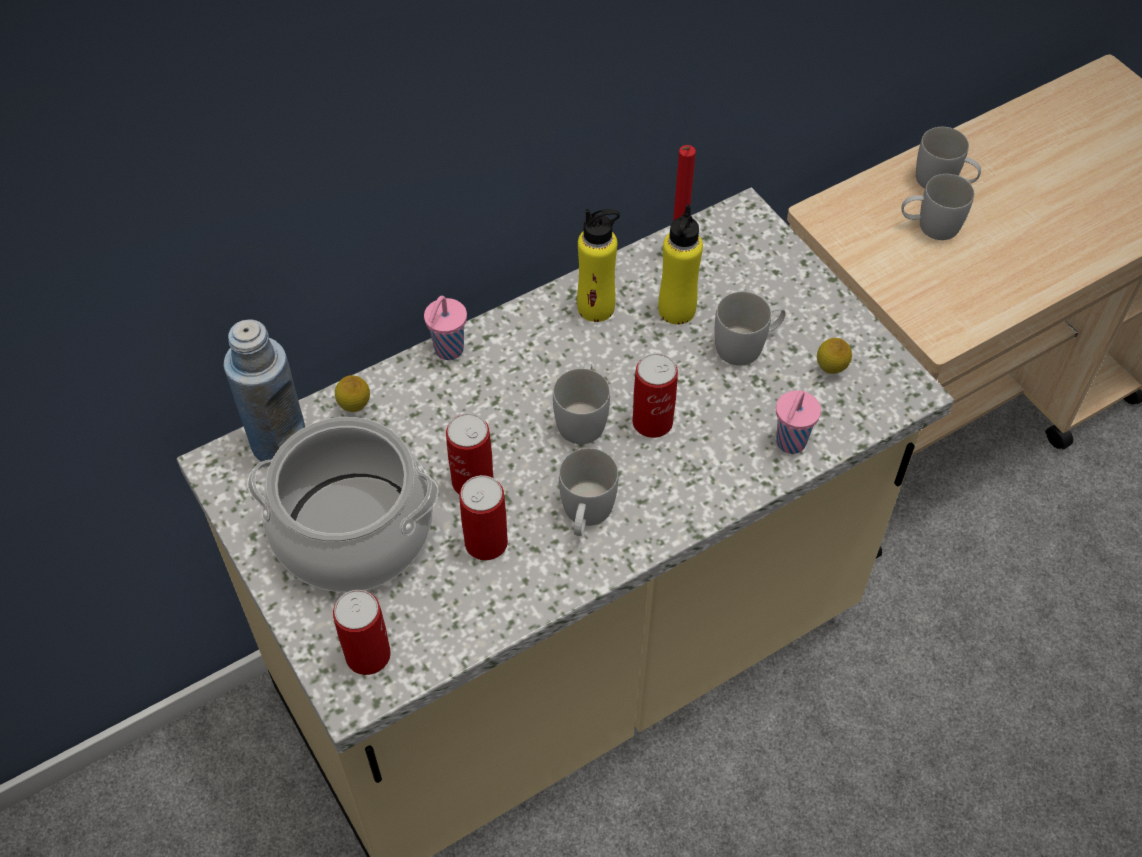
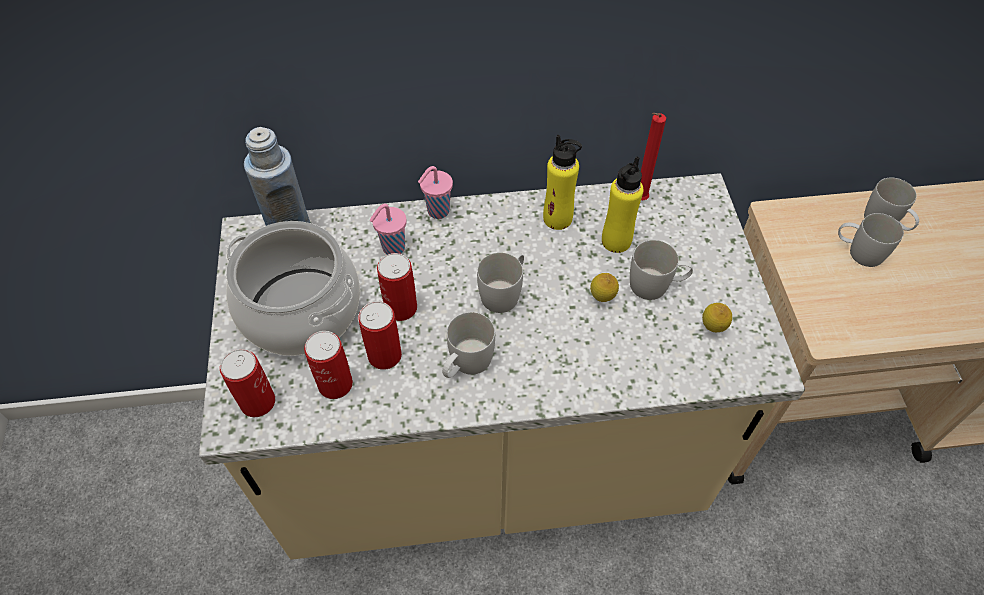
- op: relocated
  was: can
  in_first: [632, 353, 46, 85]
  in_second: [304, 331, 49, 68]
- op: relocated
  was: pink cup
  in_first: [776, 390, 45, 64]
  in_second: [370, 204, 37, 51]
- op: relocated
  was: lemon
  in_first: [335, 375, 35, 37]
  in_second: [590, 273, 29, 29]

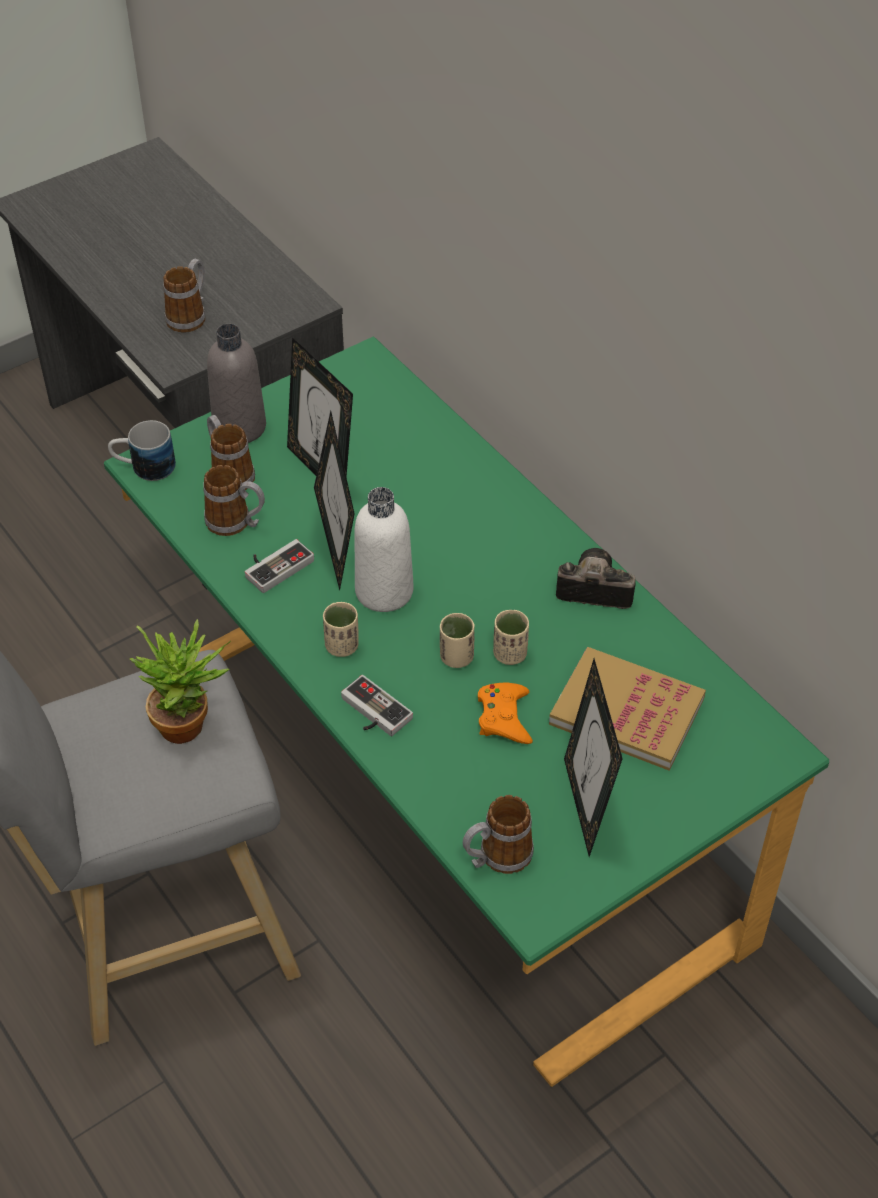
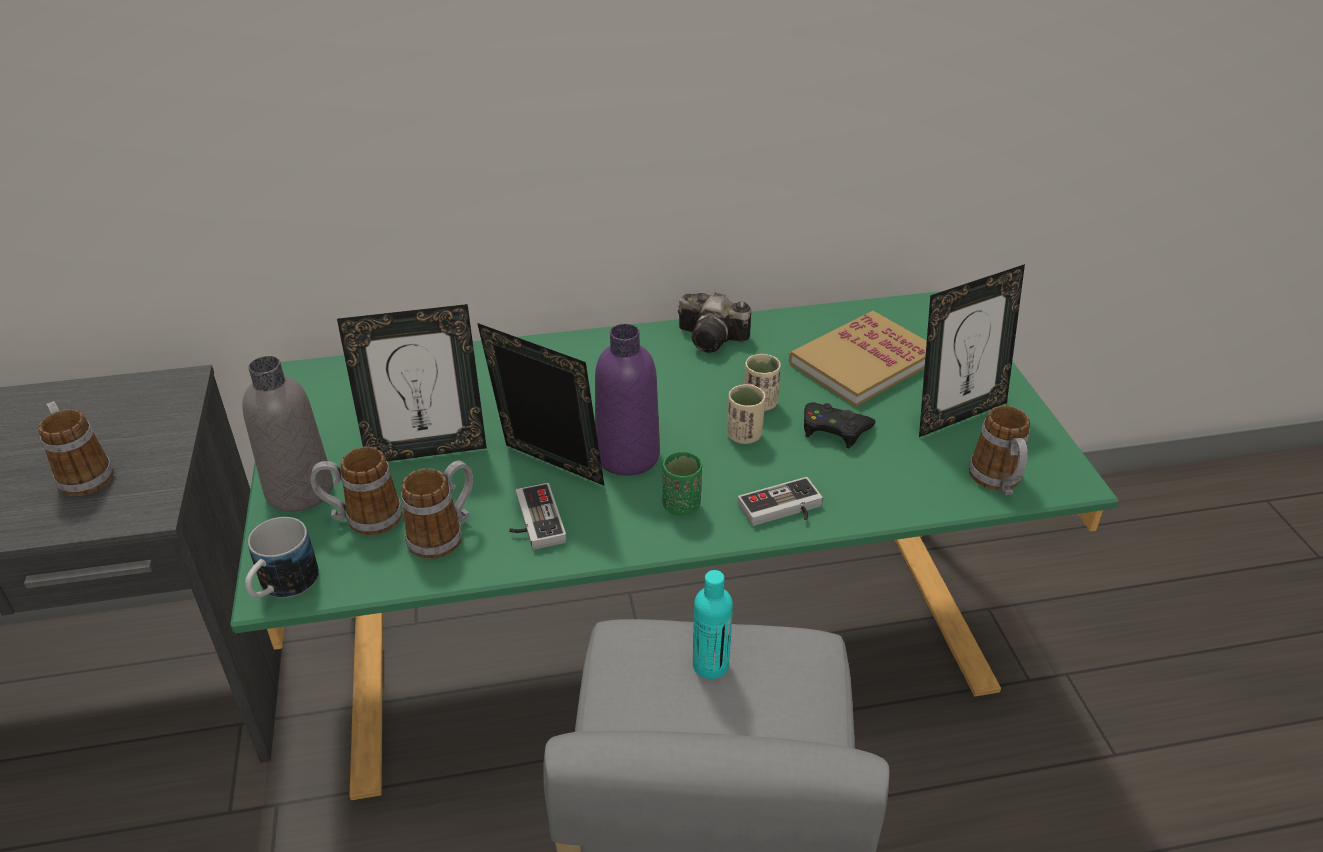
- op: colour
  was: white bottle
  now: purple bottle
  in_first: [355, 487, 58, 125]
  in_second: [595, 324, 65, 152]
- op: colour
  was: beige cup
  now: green cup
  in_first: [323, 602, 36, 55]
  in_second: [662, 451, 40, 65]
- op: spun
  was: photo camera
  in_first: [556, 548, 80, 61]
  in_second: [678, 292, 73, 61]
  clockwise: -105
- op: exchanged
  was: potted plant
  now: turquoise bottle
  in_first: [130, 619, 101, 125]
  in_second: [693, 570, 40, 109]
- op: colour
  was: orange game controller
  now: black game controller
  in_first: [478, 683, 55, 61]
  in_second: [804, 402, 72, 46]
- op: spun
  was: picture frame
  in_first: [564, 659, 59, 198]
  in_second: [919, 264, 106, 173]
  clockwise: -45

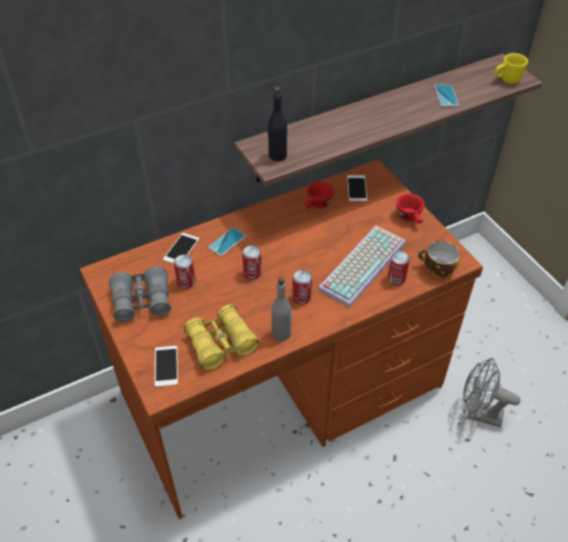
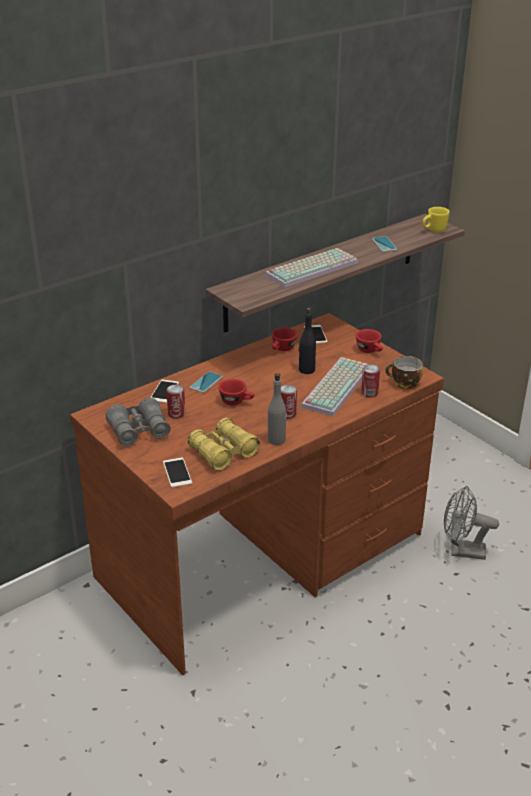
- op: exchanged
  was: can
  now: red cup
  in_first: [242, 245, 20, 35]
  in_second: [218, 379, 36, 26]
- op: appeared
  now: keyboard
  in_second: [265, 248, 93, 40]
- op: relocated
  was: black bottle
  in_first: [267, 87, 20, 74]
  in_second: [299, 308, 17, 66]

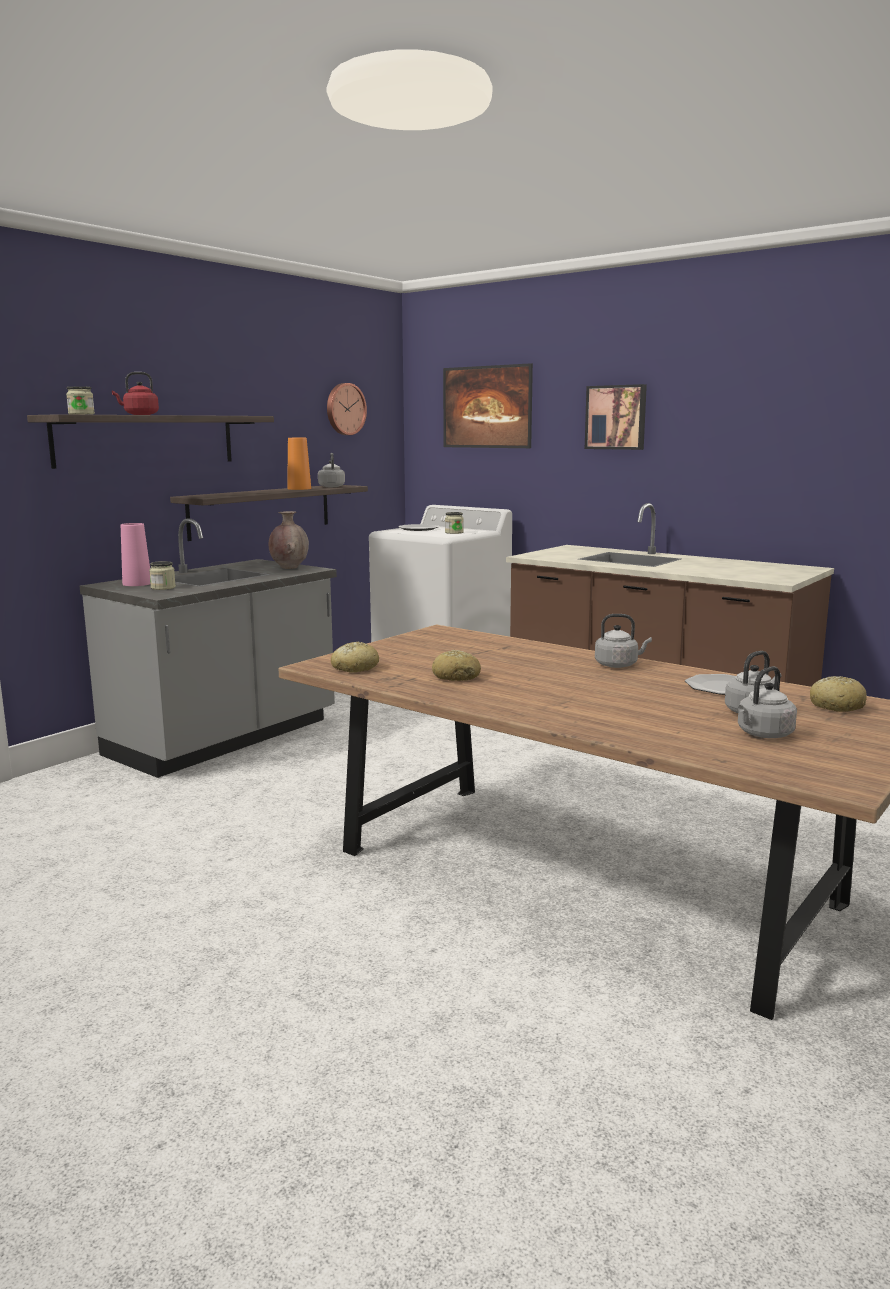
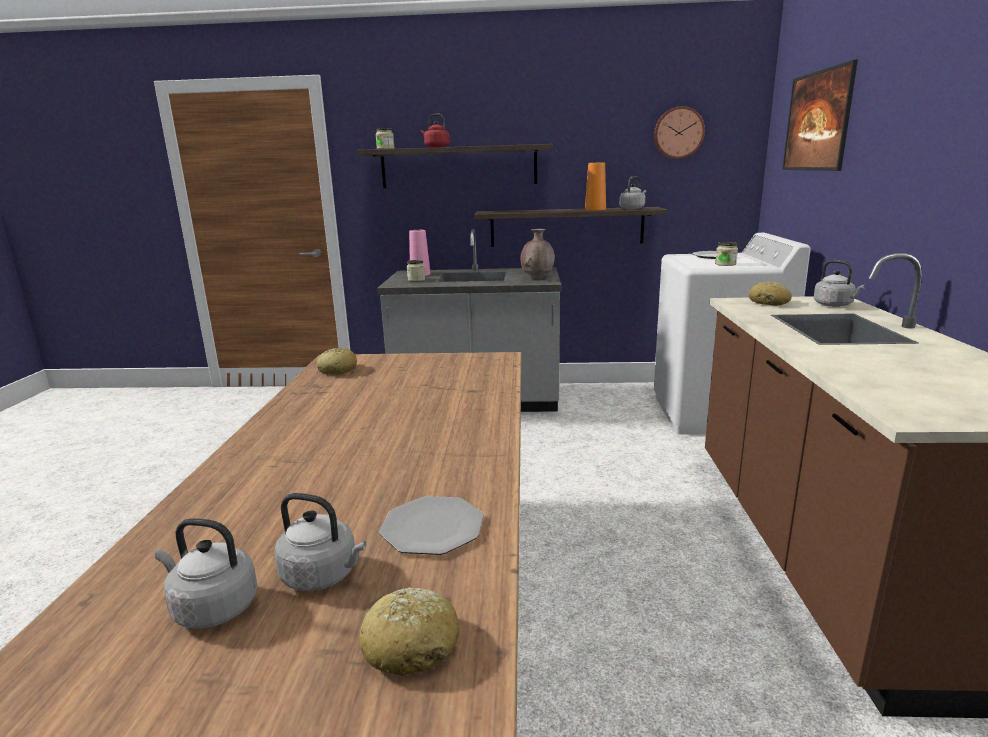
- op: relocated
  was: bread
  in_first: [432, 650, 49, 31]
  in_second: [749, 281, 43, 25]
- op: relocated
  was: grey kettle
  in_first: [595, 614, 57, 54]
  in_second: [813, 260, 52, 47]
- op: missing
  was: picture
  in_first: [585, 384, 62, 66]

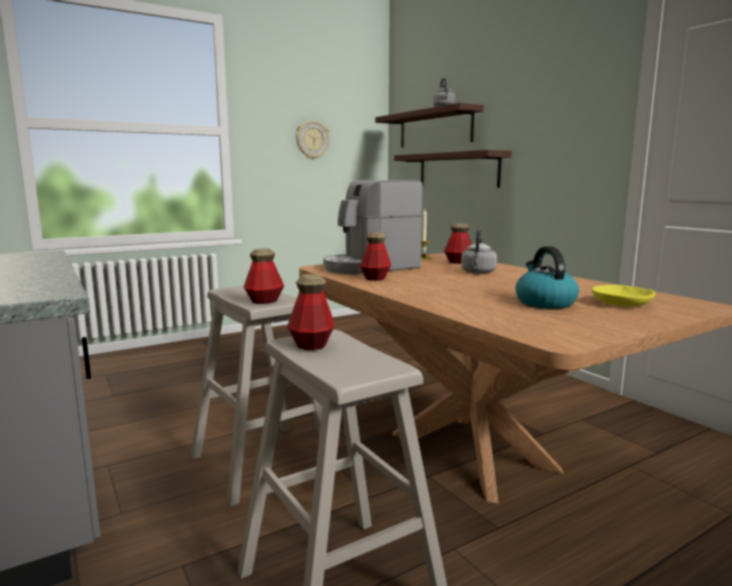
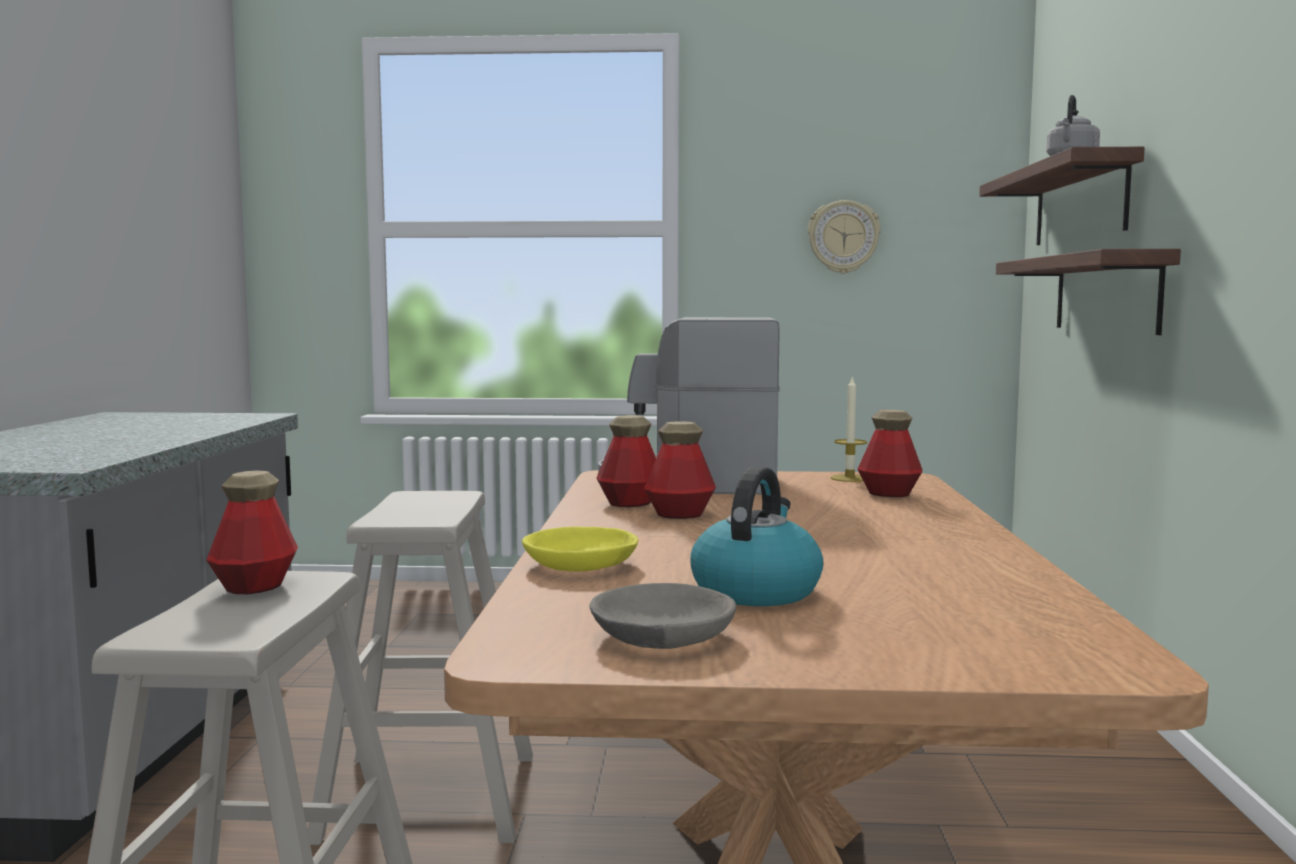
- op: relocated
  was: yellow bowl
  in_first: [592, 285, 64, 22]
  in_second: [522, 527, 116, 44]
- op: appeared
  now: grey bowl
  in_second: [589, 583, 147, 66]
- op: relocated
  was: bottle
  in_first: [244, 248, 40, 56]
  in_second: [644, 421, 72, 98]
- op: missing
  was: grey kettle
  in_first: [461, 229, 36, 45]

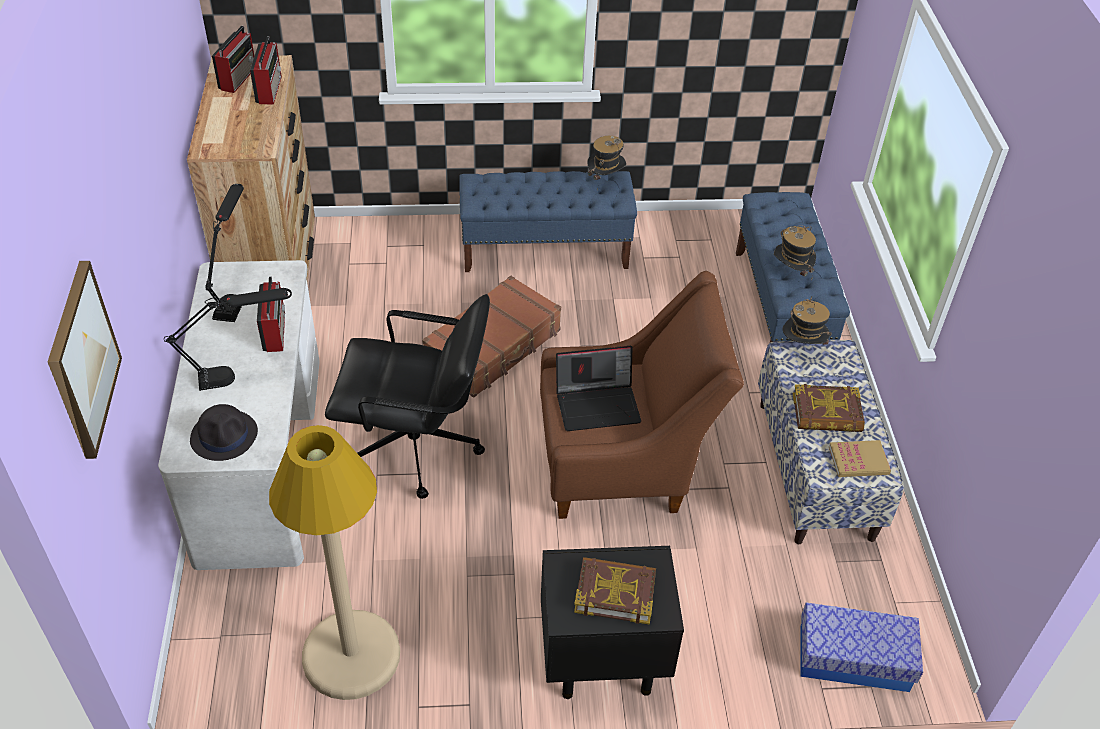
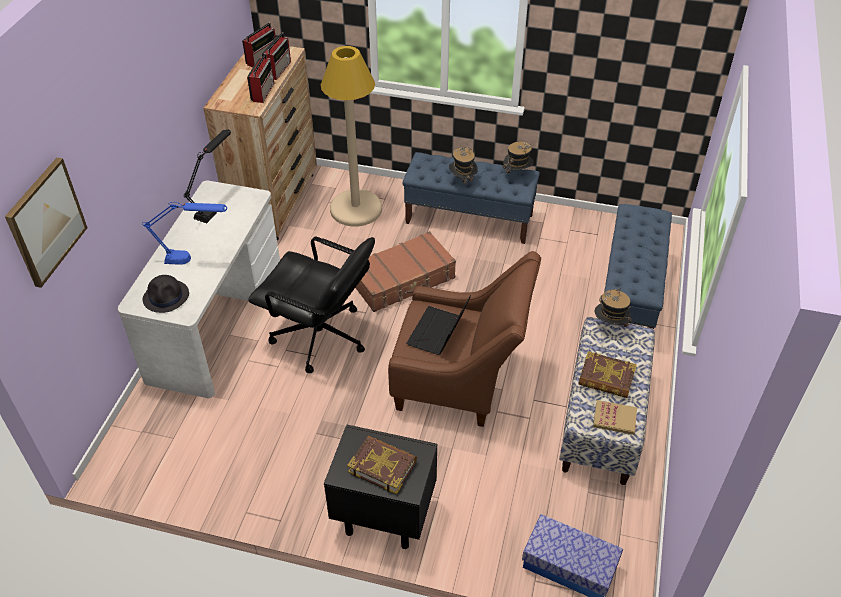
- op: colour
  was: black table lamp
  now: blue table lamp
  in_first: [164, 288, 128, 103]
  in_second: [142, 202, 85, 63]
- op: relocated
  was: radio
  in_first: [257, 276, 28, 76]
  in_second: [247, 53, 27, 50]
- op: relocated
  was: beige floor lamp
  in_first: [269, 425, 131, 275]
  in_second: [321, 46, 61, 181]
- op: spun
  was: laptop
  in_first: [556, 346, 85, 85]
  in_second: [406, 295, 65, 60]
  clockwise: 105
- op: relocated
  was: hat
  in_first: [774, 225, 42, 55]
  in_second: [449, 147, 29, 37]

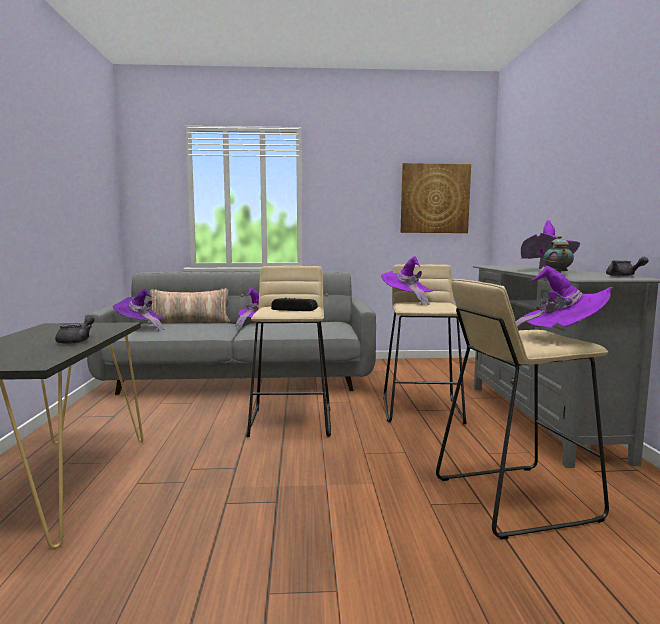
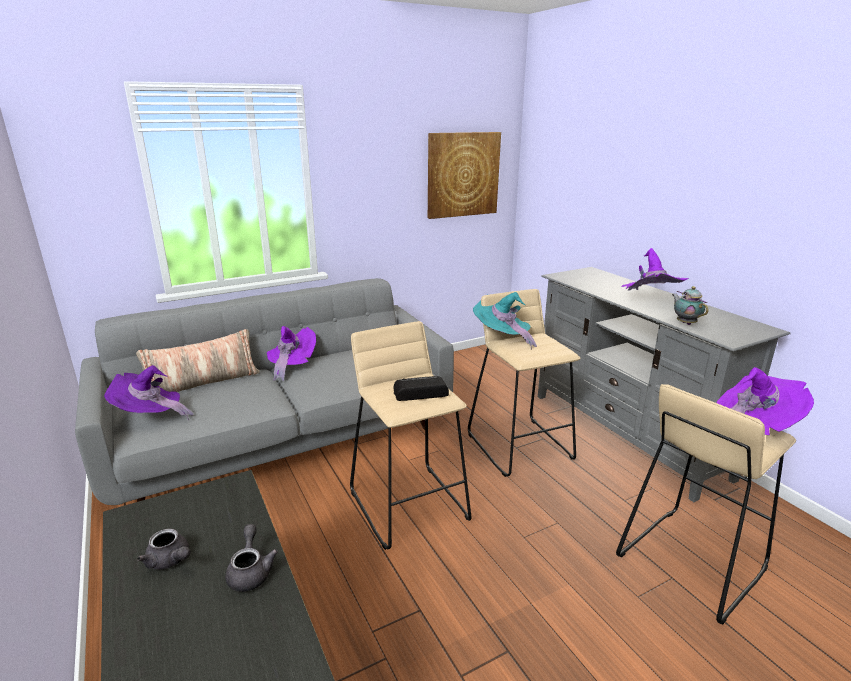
- op: relocated
  was: grey teapot
  in_first: [606, 257, 43, 20]
  in_second: [137, 529, 53, 41]
- op: colour
  was: purple hat
  now: turquoise hat
  in_first: [381, 256, 52, 49]
  in_second: [473, 292, 64, 58]

